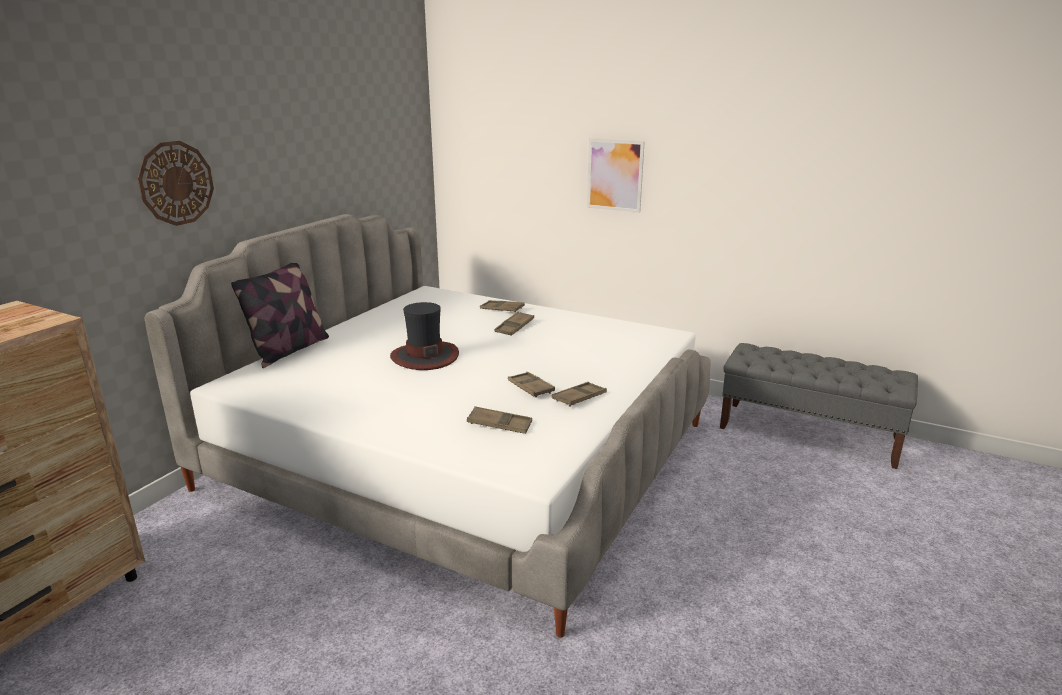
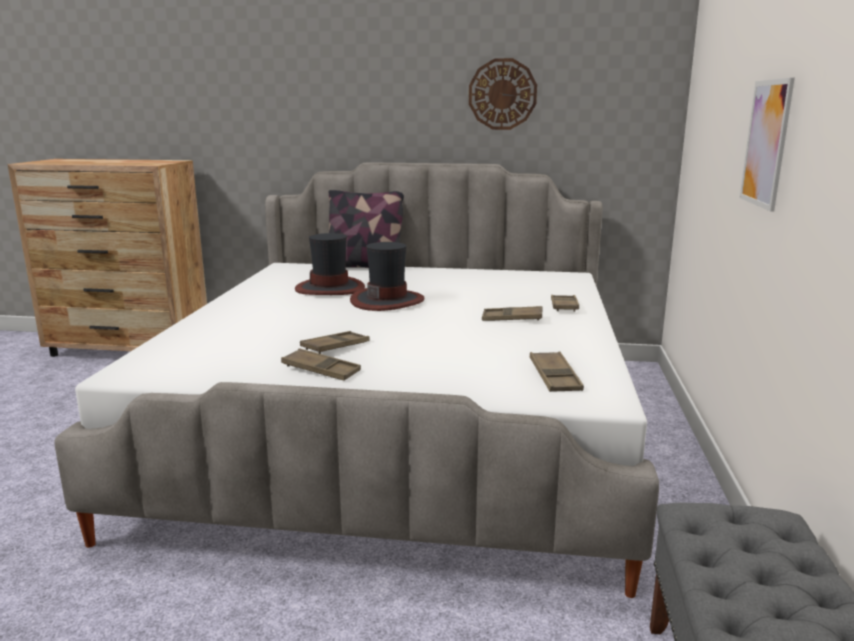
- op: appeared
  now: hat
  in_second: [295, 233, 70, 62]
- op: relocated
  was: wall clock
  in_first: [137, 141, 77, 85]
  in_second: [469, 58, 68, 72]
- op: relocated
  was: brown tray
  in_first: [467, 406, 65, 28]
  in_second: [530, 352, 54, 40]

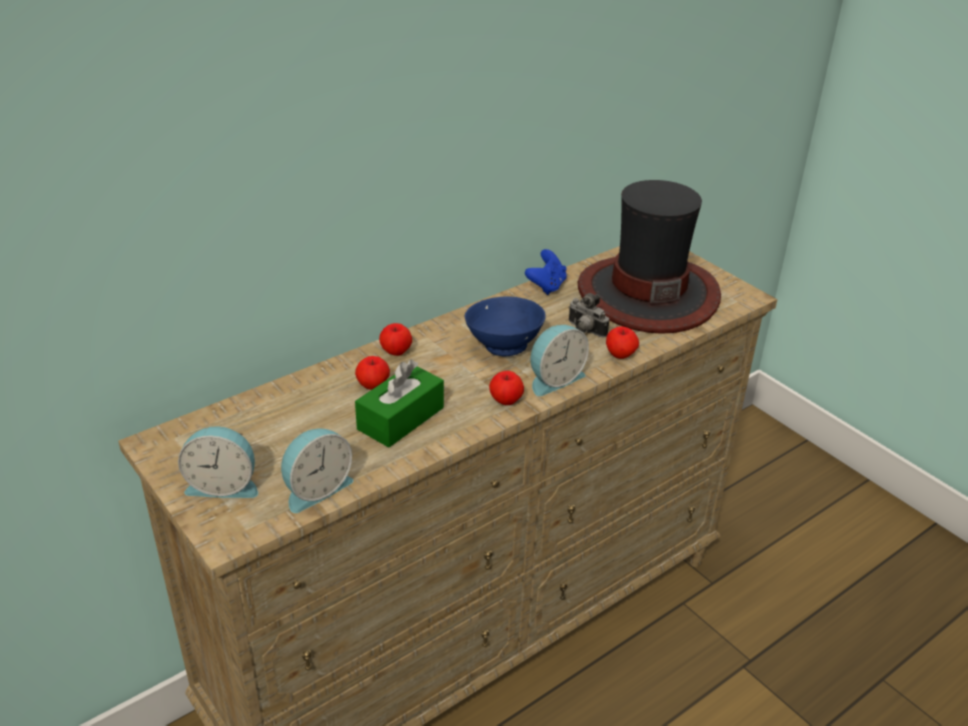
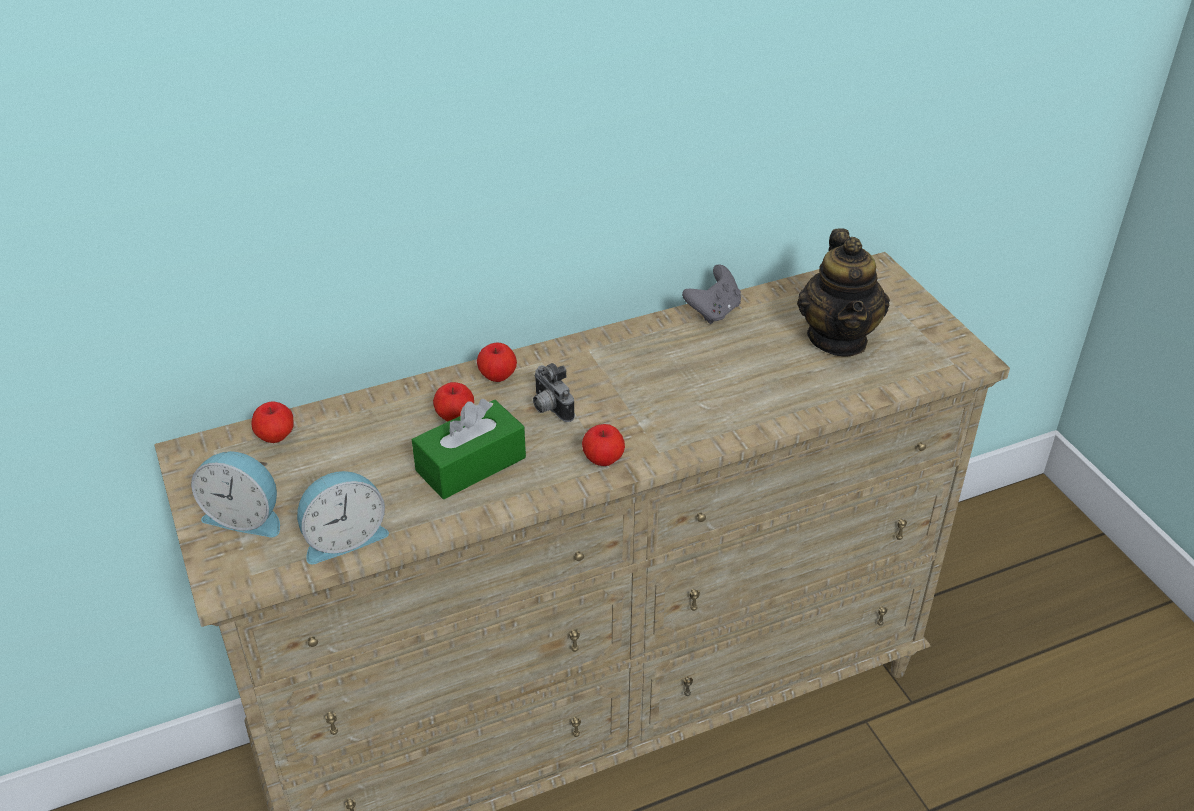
- op: relocated
  was: apple
  in_first: [606, 326, 33, 33]
  in_second: [251, 401, 42, 42]
- op: relocated
  was: photo camera
  in_first: [568, 293, 41, 44]
  in_second: [533, 363, 42, 59]
- op: colour
  was: blue game controller
  now: grey game controller
  in_first: [525, 249, 42, 46]
  in_second: [682, 265, 59, 59]
- op: exchanged
  was: hat
  now: teapot
  in_first: [578, 180, 143, 154]
  in_second: [797, 228, 93, 129]
- op: missing
  was: blue bowl
  in_first: [465, 297, 81, 59]
- op: missing
  was: alarm clock
  in_first: [531, 325, 58, 71]

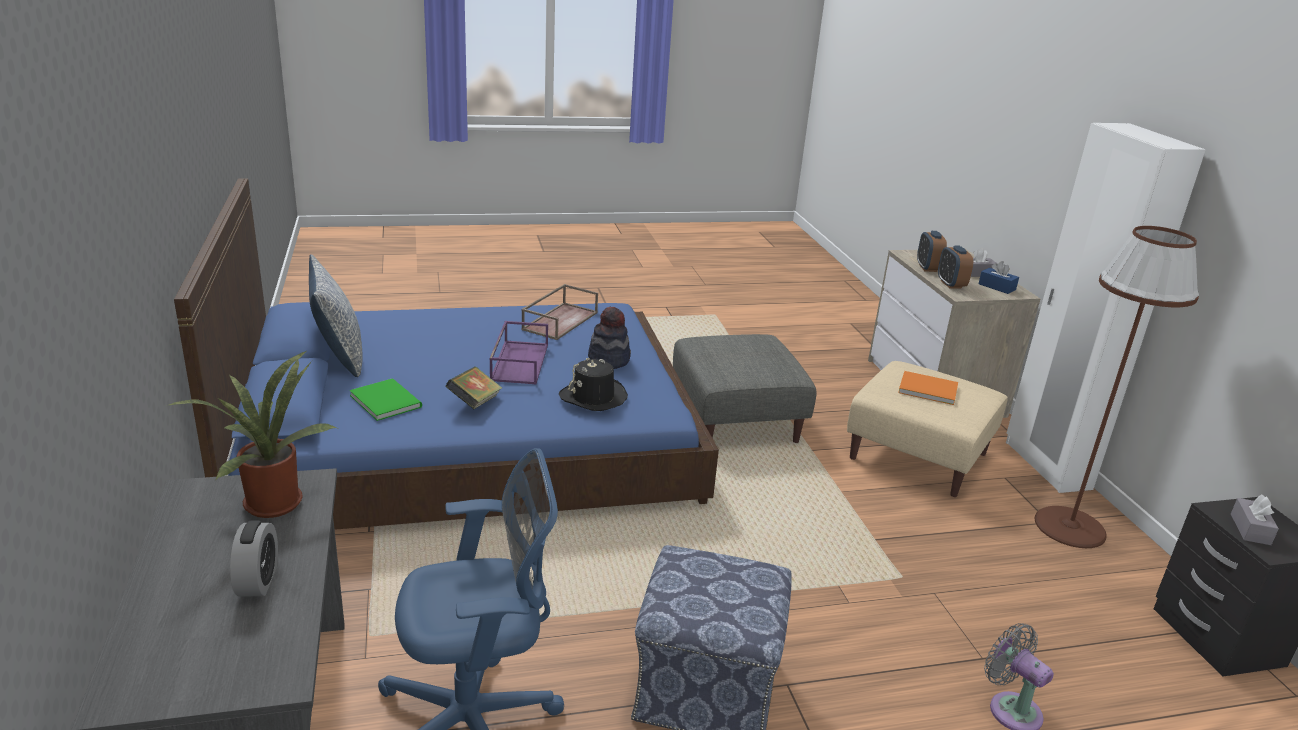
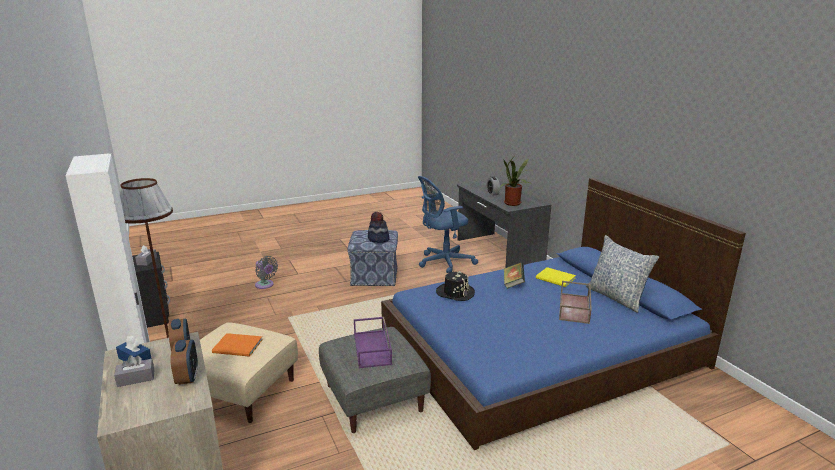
- op: relocated
  was: purple tray
  in_first: [490, 321, 58, 64]
  in_second: [354, 317, 38, 51]
- op: relocated
  was: hat
  in_first: [588, 307, 43, 62]
  in_second: [368, 212, 21, 31]
- op: colour
  was: green book
  now: yellow book
  in_first: [350, 378, 72, 43]
  in_second: [536, 267, 40, 20]
- op: relocated
  was: brown tray
  in_first: [521, 284, 77, 56]
  in_second: [559, 281, 33, 43]

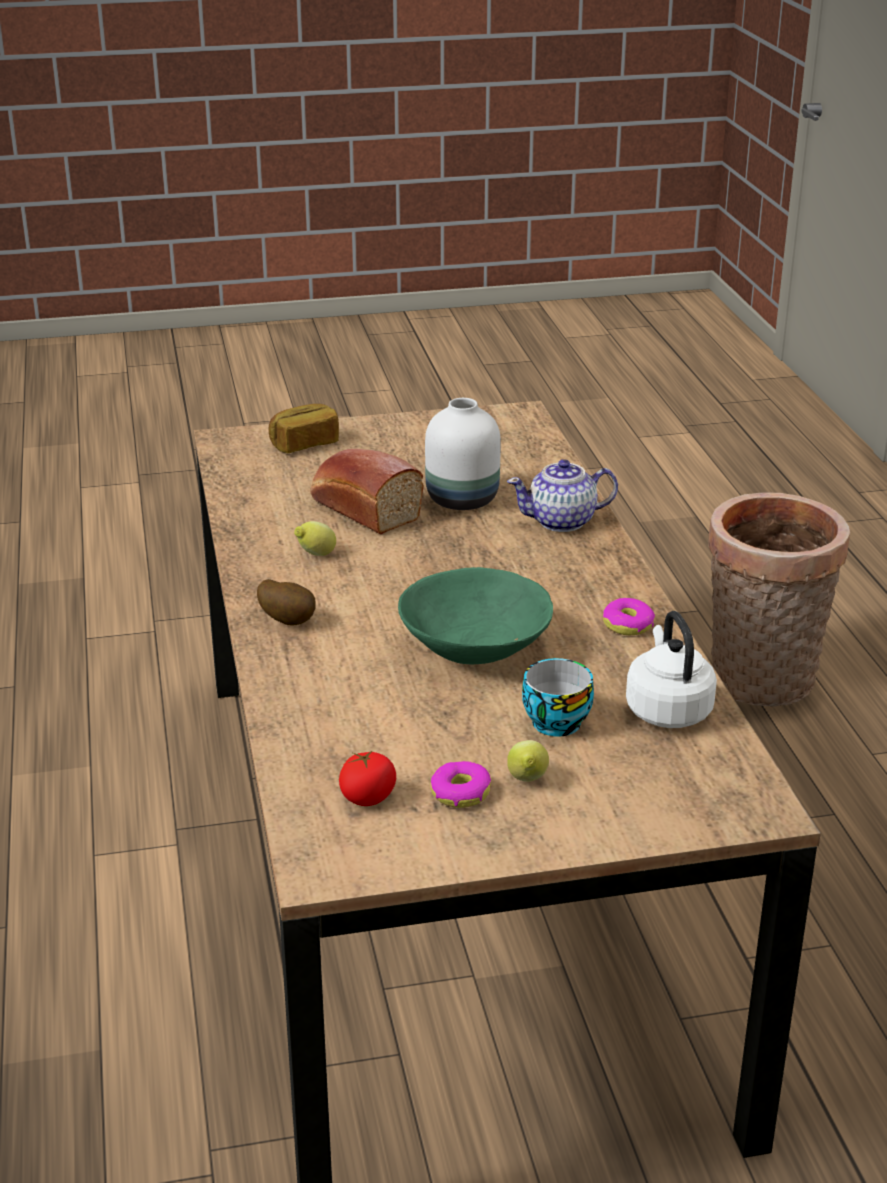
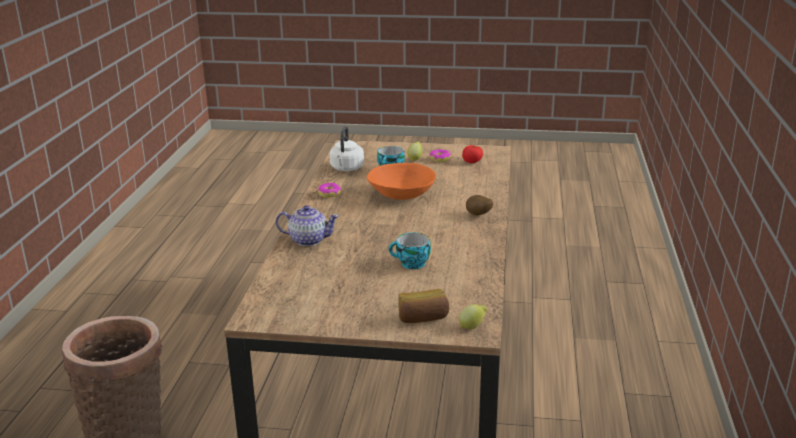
- op: colour
  was: green bowl
  now: orange bowl
  in_first: [398, 567, 155, 97]
  in_second: [366, 163, 70, 37]
- op: exchanged
  was: bread
  now: cup
  in_first: [310, 449, 114, 85]
  in_second: [389, 232, 42, 37]
- op: relocated
  was: lemon
  in_first: [294, 521, 42, 35]
  in_second: [459, 304, 28, 26]
- op: missing
  was: white vase
  in_first: [425, 398, 76, 112]

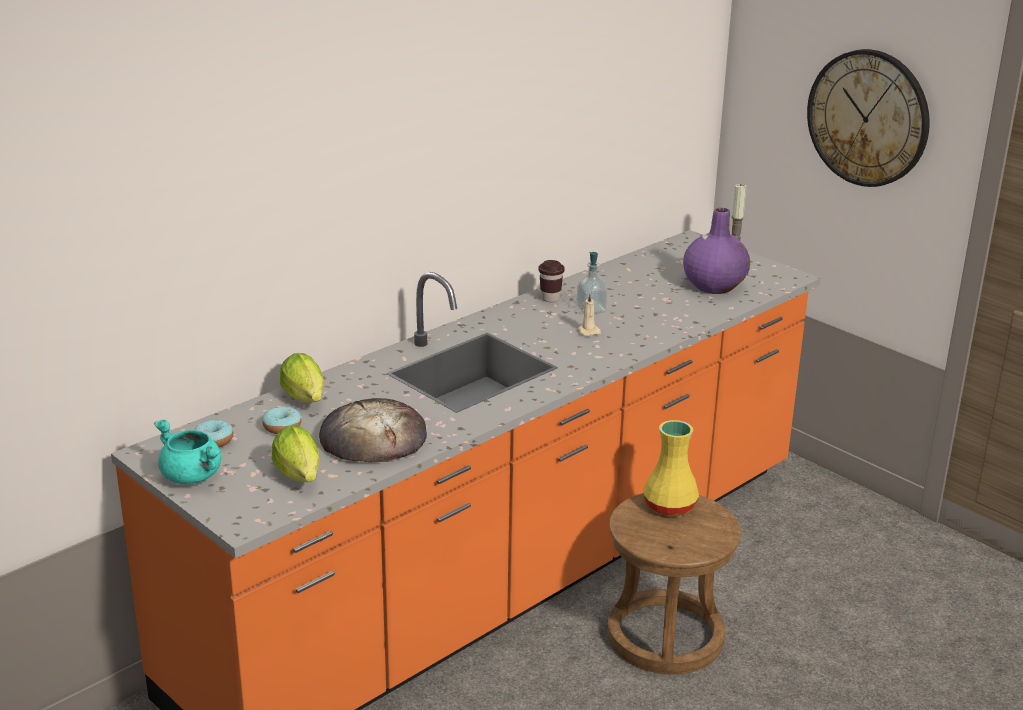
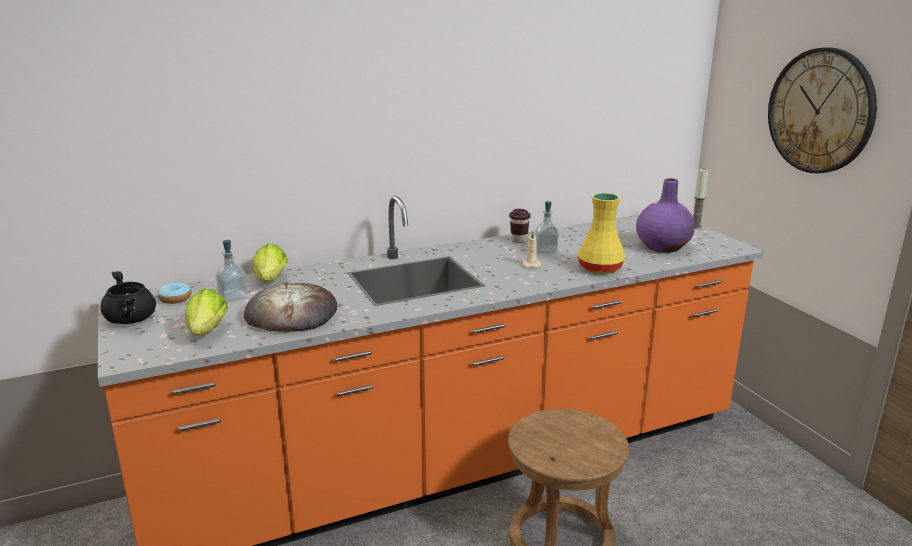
- op: colour
  was: turquoise cooking pot
  now: black cooking pot
  in_first: [154, 420, 67, 64]
  in_second: [101, 271, 55, 53]
- op: exchanged
  was: donut
  now: soap dispenser
  in_first: [262, 407, 40, 27]
  in_second: [216, 240, 32, 62]
- op: relocated
  was: yellow vase
  in_first: [643, 420, 56, 96]
  in_second: [578, 193, 47, 81]

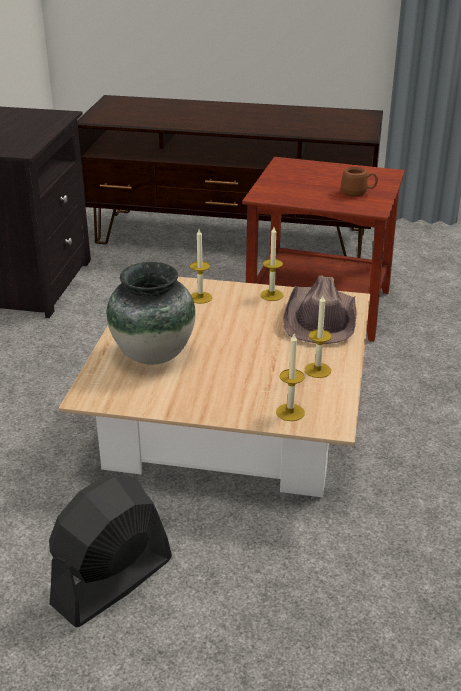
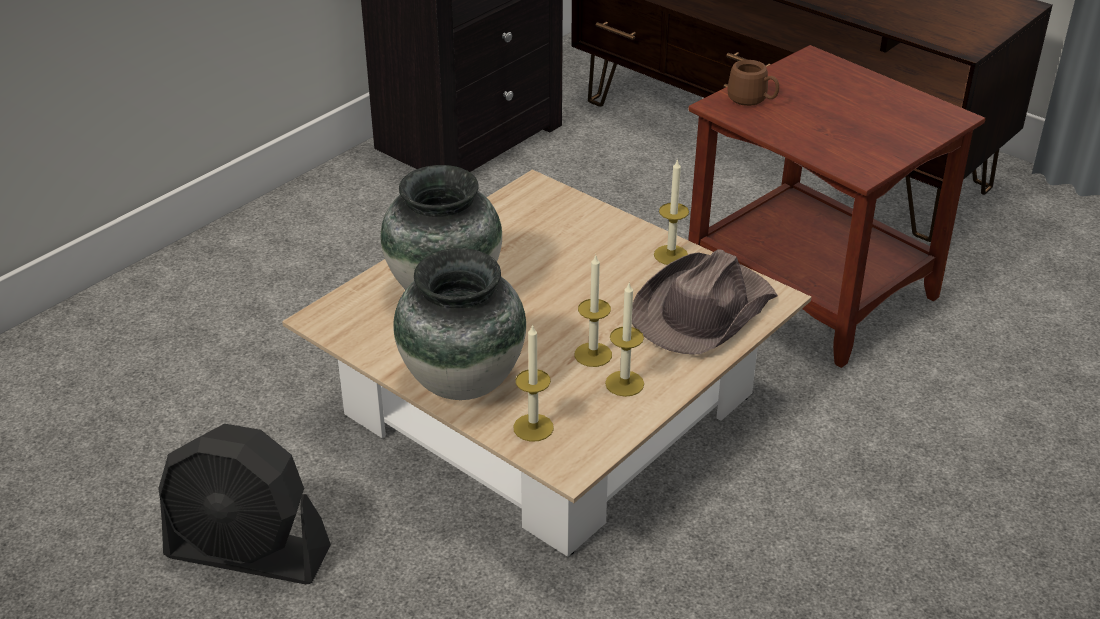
- op: spun
  was: black fan
  in_first: [49, 475, 123, 152]
  in_second: [158, 424, 173, 160]
  clockwise: -150
- op: appeared
  now: vase
  in_second: [393, 248, 133, 152]
- op: relocated
  was: candle
  in_first: [190, 229, 22, 75]
  in_second: [575, 254, 37, 113]
- op: relocated
  was: brown mug
  in_first: [341, 167, 37, 30]
  in_second: [727, 60, 52, 46]

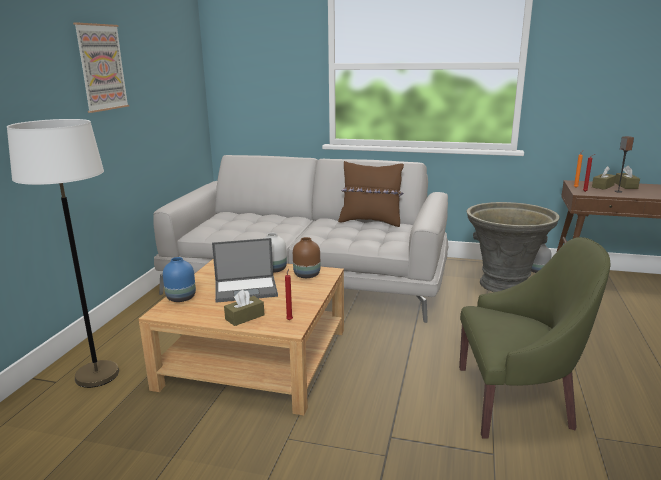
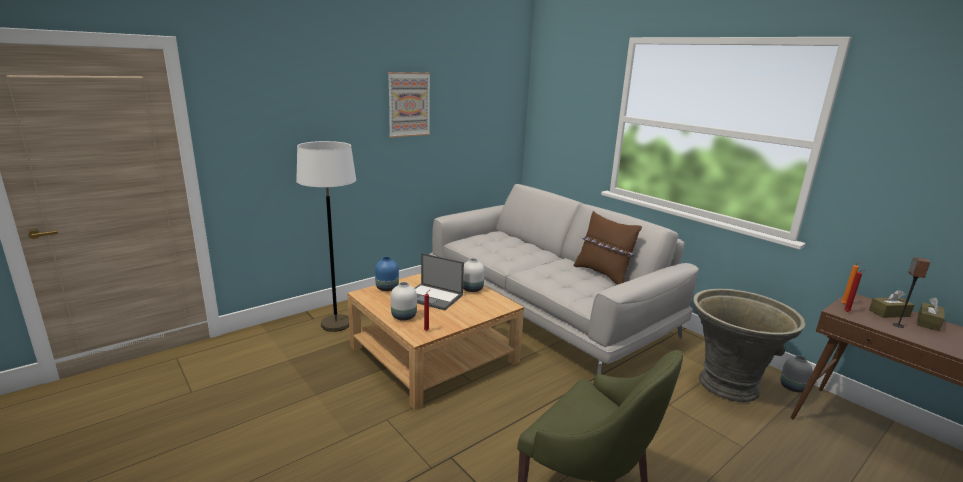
- op: exchanged
  was: brown tissue box
  now: white vase
  in_first: [224, 290, 40, 36]
  in_second: [391, 282, 26, 39]
- op: missing
  was: brown vase
  in_first: [293, 237, 27, 41]

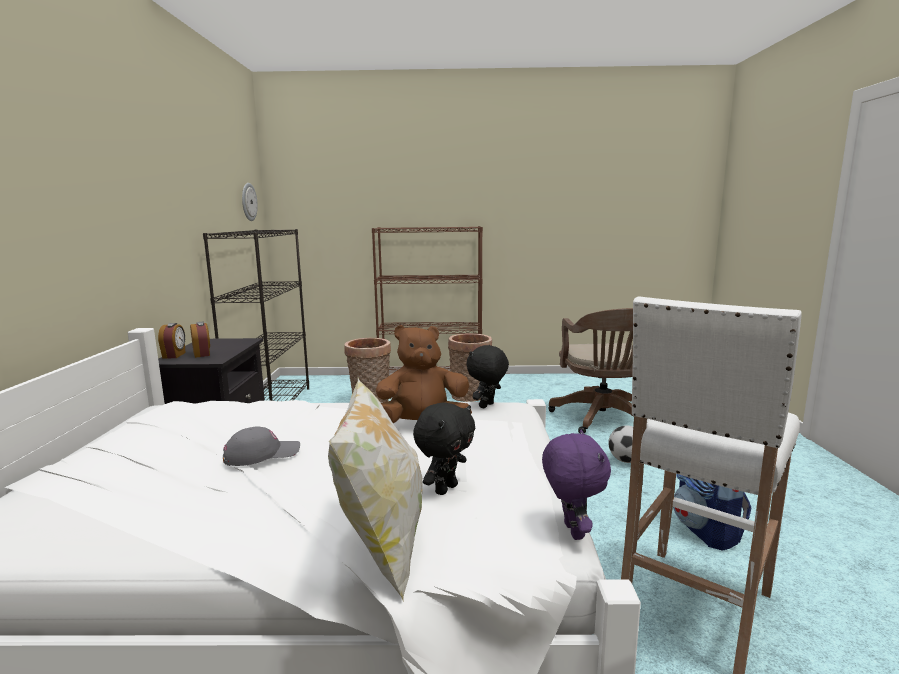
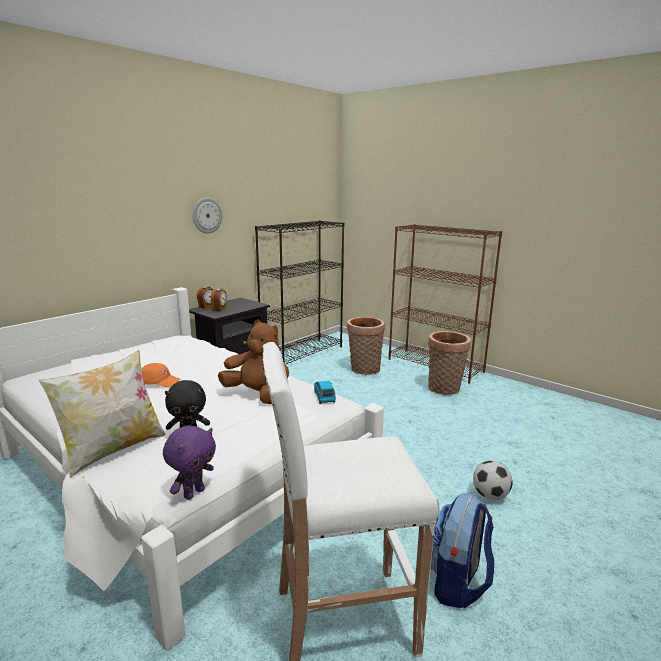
- op: colour
  was: grey cap
  now: orange cap
  in_first: [223, 426, 77, 40]
  in_second: [141, 363, 40, 24]
- op: relocated
  was: wall clock
  in_first: [242, 183, 16, 38]
  in_second: [193, 198, 29, 36]
- op: exchanged
  was: black plush toy
  now: blue toy car
  in_first: [466, 345, 43, 63]
  in_second: [314, 381, 22, 23]
- op: missing
  was: brown office chair
  in_first: [548, 308, 86, 126]

